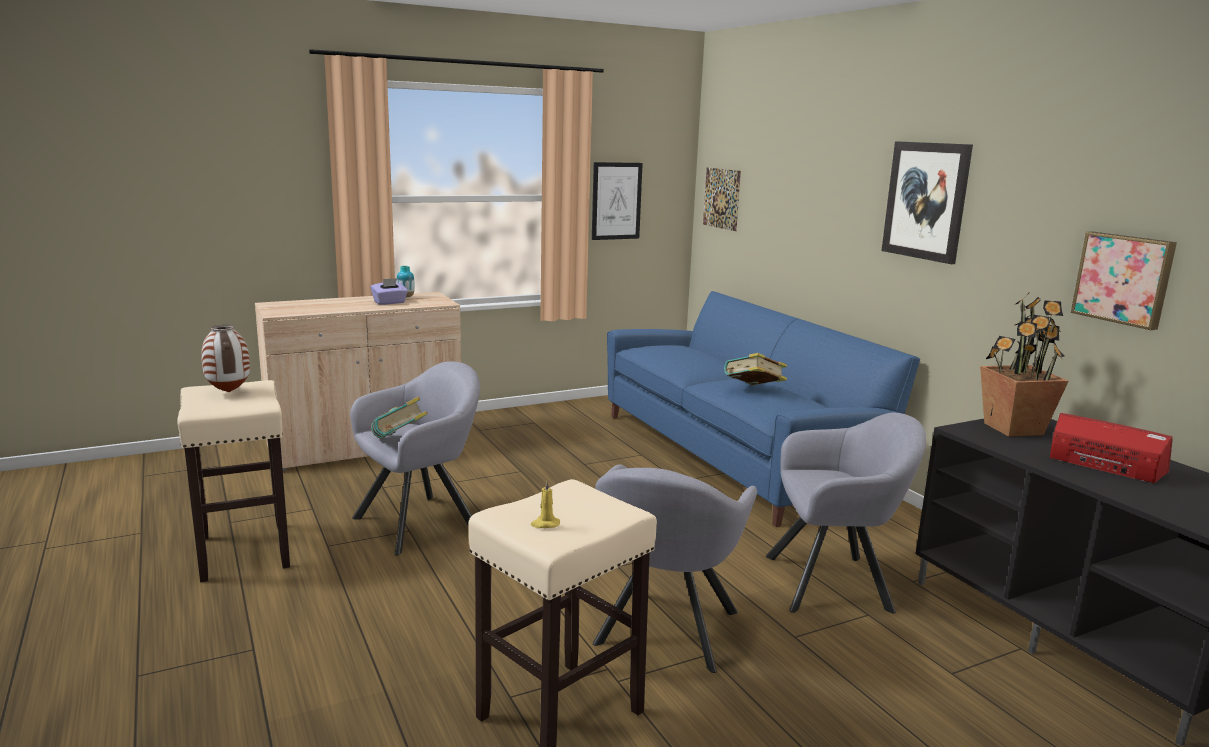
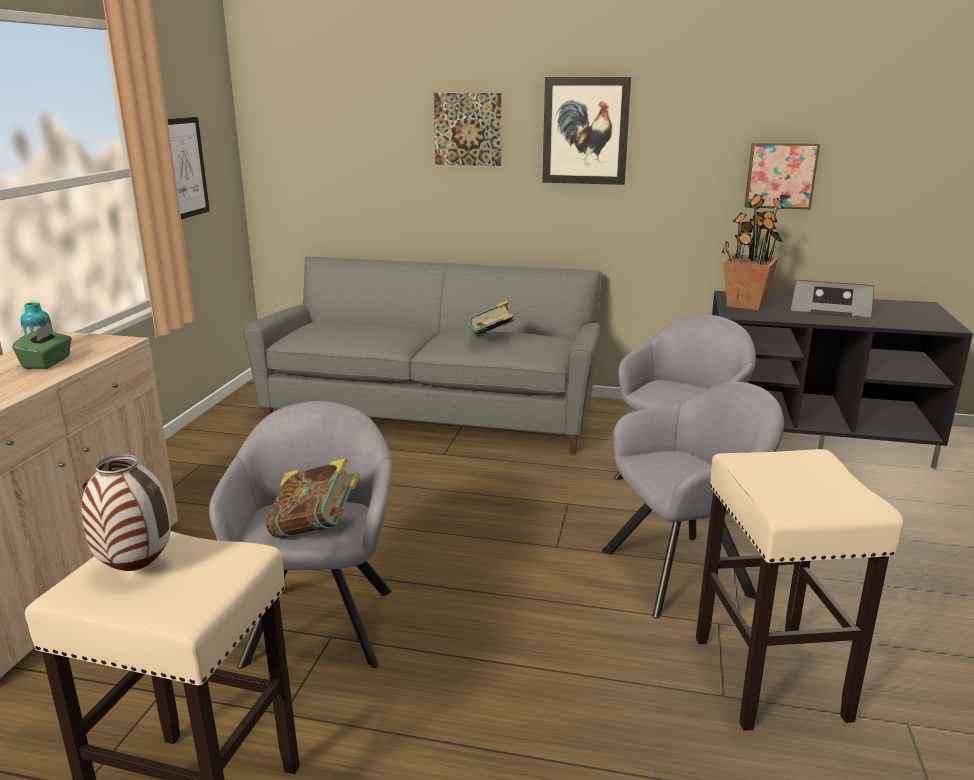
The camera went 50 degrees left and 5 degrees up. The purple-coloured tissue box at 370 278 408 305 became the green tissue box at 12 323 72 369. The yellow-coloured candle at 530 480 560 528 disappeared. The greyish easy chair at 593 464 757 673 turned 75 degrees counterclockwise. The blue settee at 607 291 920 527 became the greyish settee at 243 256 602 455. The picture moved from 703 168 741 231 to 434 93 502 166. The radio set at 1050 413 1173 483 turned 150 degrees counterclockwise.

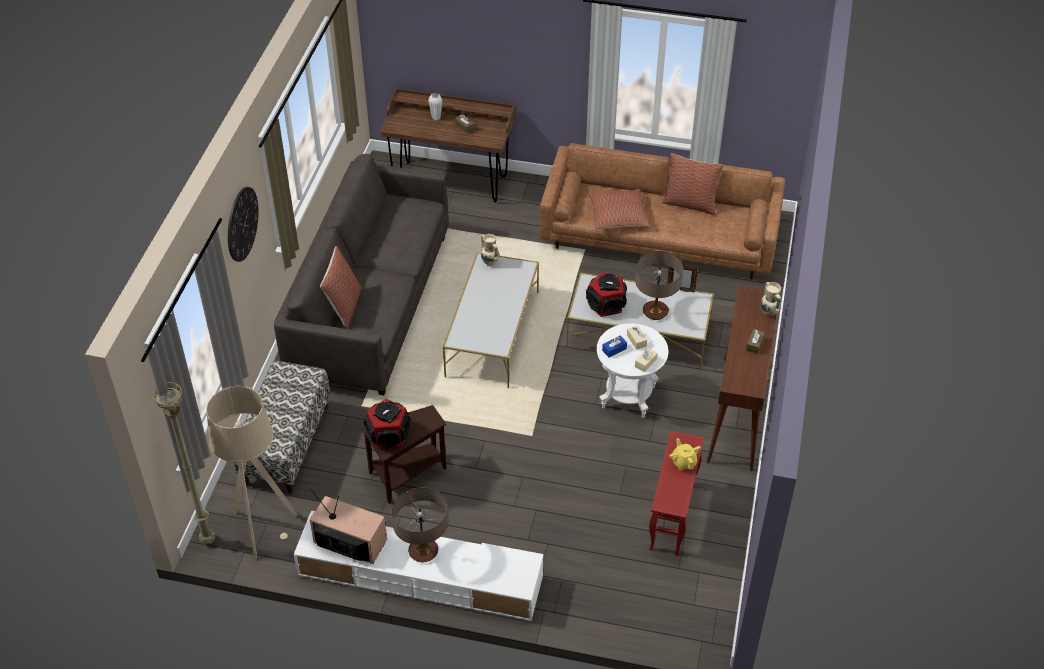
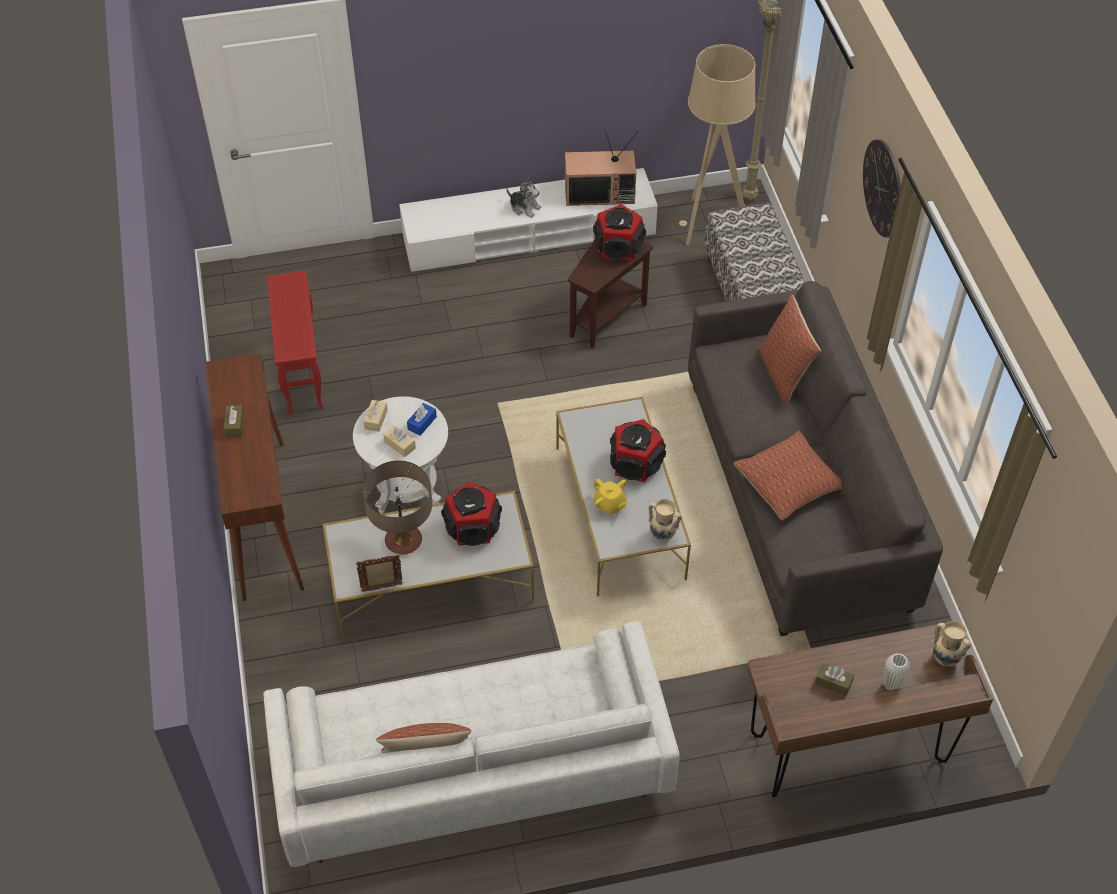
The camera went 155 degrees right and 5 degrees up. The lamp for a table at 392 488 449 562 was replaced by the cuddly toy at 507 177 541 218. The brown settee at 540 143 785 280 became the whitish settee at 263 621 680 867. The throw pillow moved from 588 189 649 230 to 733 431 842 521. The yellow-coloured pot for tea moved from 669 438 701 470 to 593 478 629 515. The sand-coloured flower vase moved from 760 282 781 316 to 932 621 971 666. The speaker at 610 419 666 482 appeared.

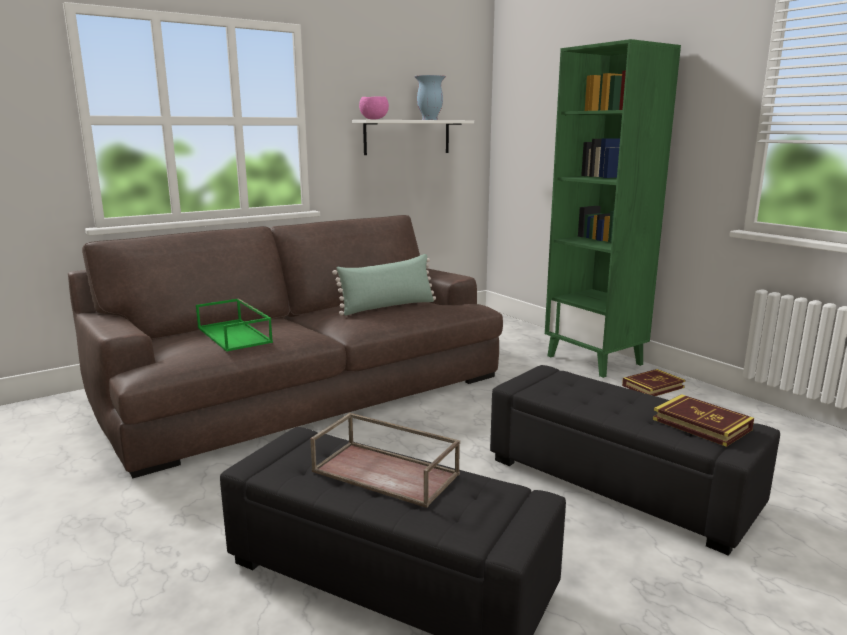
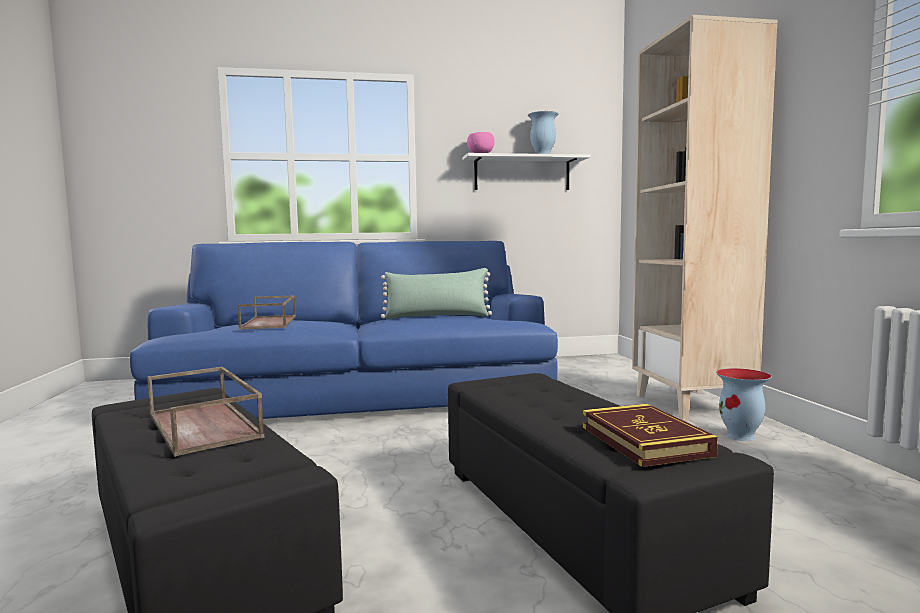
The camera went 25 degrees right and 10 degrees down. The brown settee at 68 215 503 479 became the blue settee at 130 241 558 419. The green tray at 196 298 273 352 became the brown tray at 237 295 296 330. The green bookcase at 545 39 681 378 became the sand-coloured bookcase at 632 15 777 421. The bound book at 622 369 685 396 was replaced by the flower vase at 716 368 772 441.

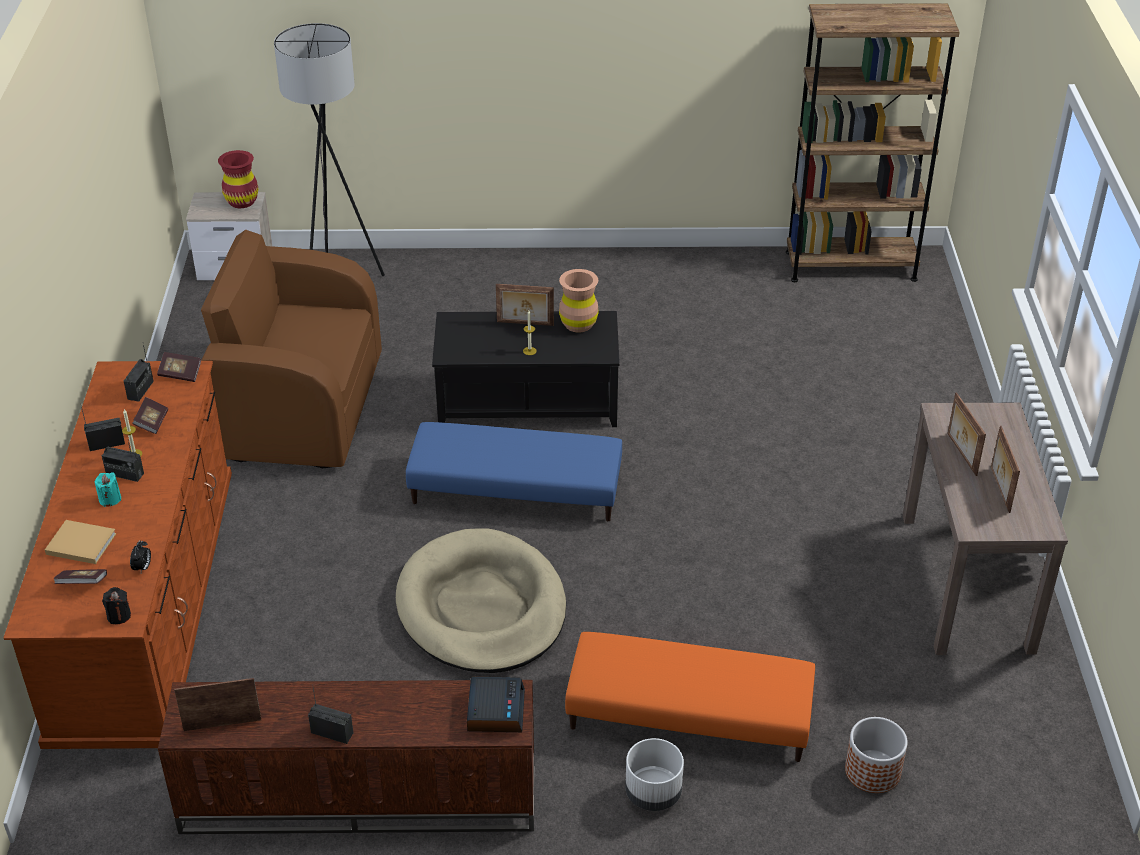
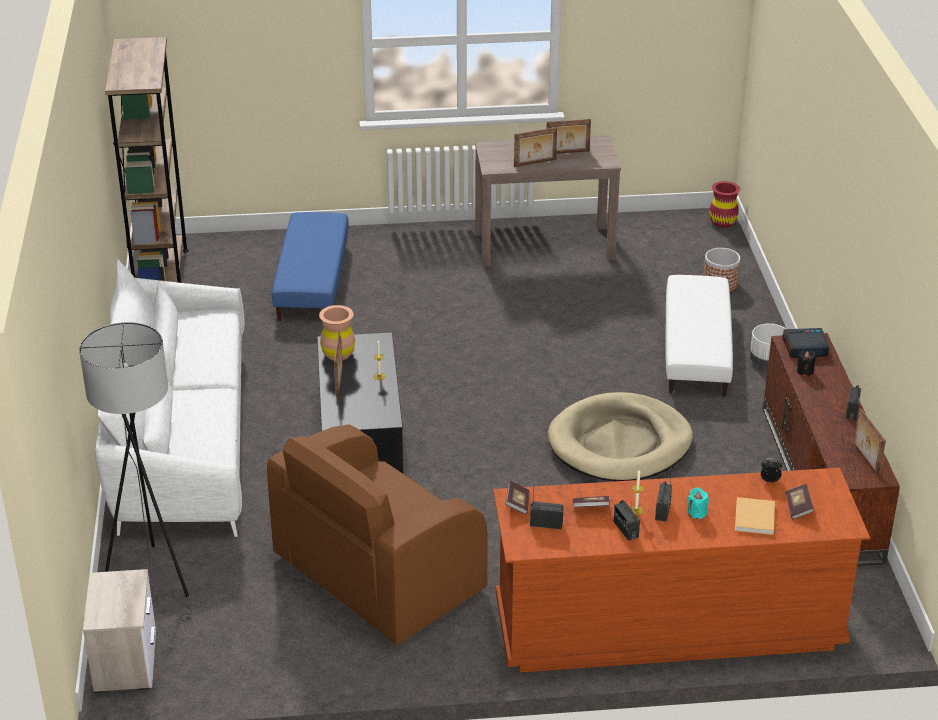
The camera went 95 degrees left and 5 degrees down. The black-coloured candle moved from 102 587 131 624 to 797 351 816 376. The brown easy chair at 201 230 382 468 turned 45 degrees clockwise. The red-coloured flower vase moved from 218 150 258 208 to 709 181 741 228. The blue ottoman moved from 406 422 622 521 to 272 212 349 321. The orangey ottoman at 565 632 815 762 became the whitish ottoman at 666 275 733 397. The whitish settee at 95 259 245 537 appeared.

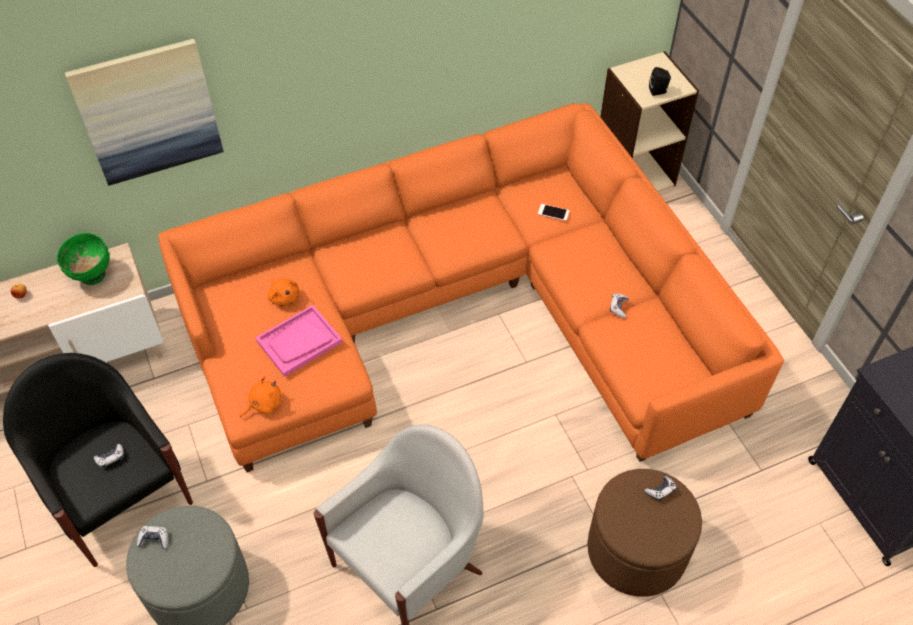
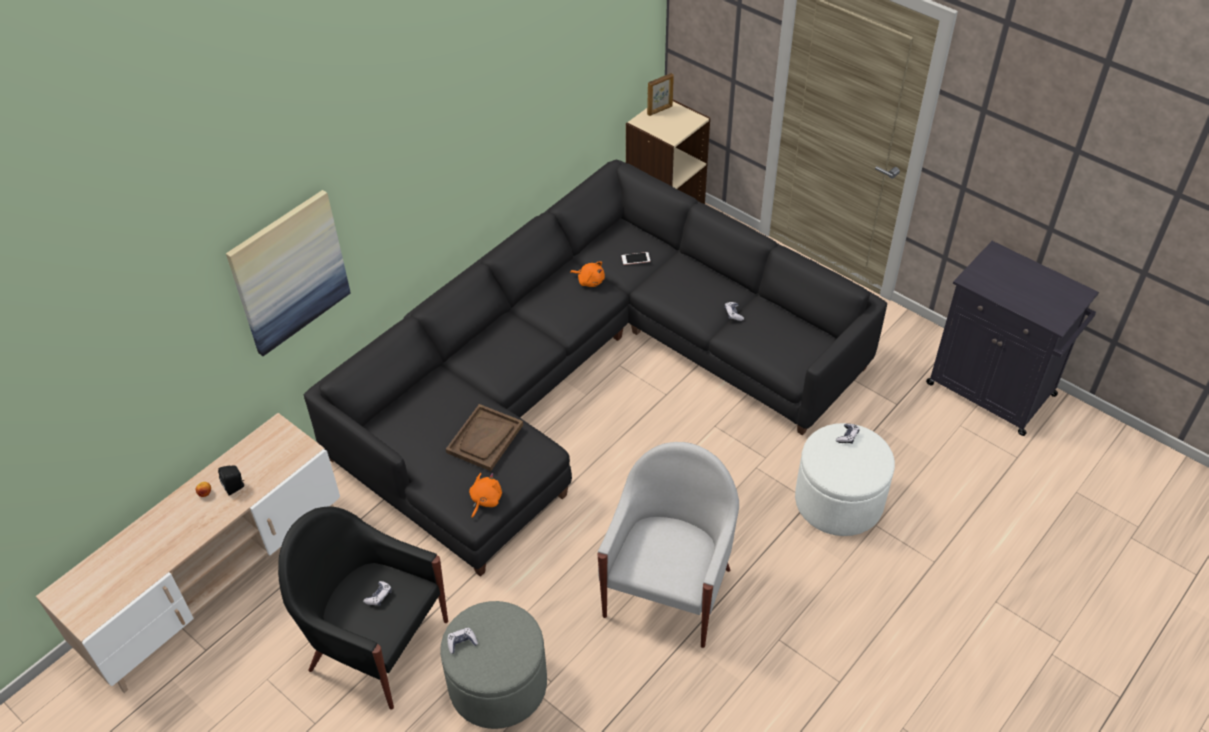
The camera went 25 degrees left and 5 degrees down. The green serving bowl at 57 233 110 285 disappeared. The orangey settee at 158 103 784 472 became the black-coloured settee at 304 160 887 577. The pink-coloured tray at 255 305 343 377 became the brown tray at 446 404 523 471. The orangey cuddly toy moved from 268 278 300 307 to 570 262 605 287. The brown ottoman at 587 469 702 597 became the whitish ottoman at 795 423 895 536. The black-coloured speaker moved from 649 67 671 96 to 218 466 244 495. The standing frame at 647 73 674 116 appeared.

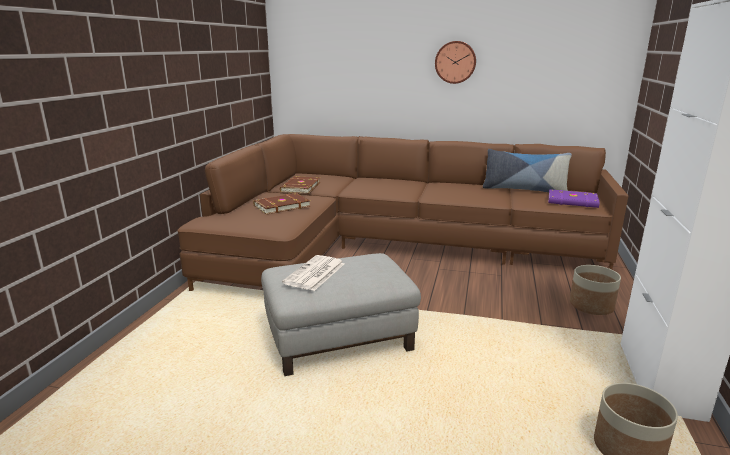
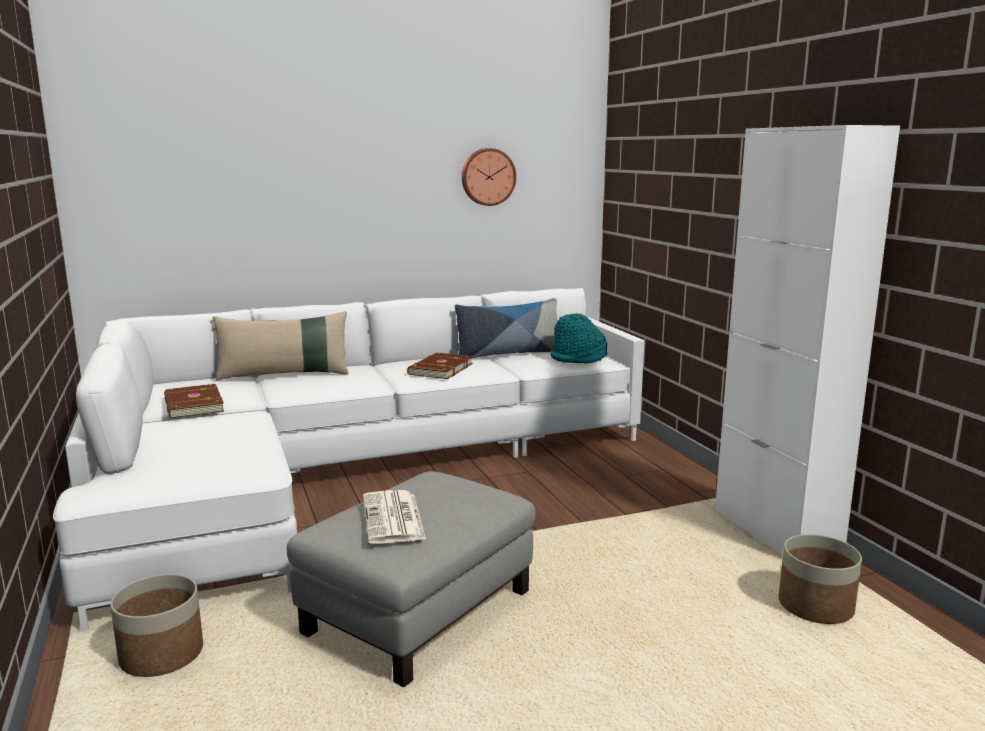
The camera went 35 degrees left and 5 degrees down. The brown settee at 177 134 628 291 became the whitish settee at 53 288 644 632. The brown bound book moved from 253 193 311 215 to 407 353 473 379. The clock on the wall moved from 435 41 476 84 to 462 148 516 206. The purple-coloured bound book at 548 189 600 208 was replaced by the turquoise wearable hat at 550 314 607 363. The planter moved from 570 265 621 315 to 110 574 203 677. The sand-coloured throw pillow at 213 311 349 381 appeared.

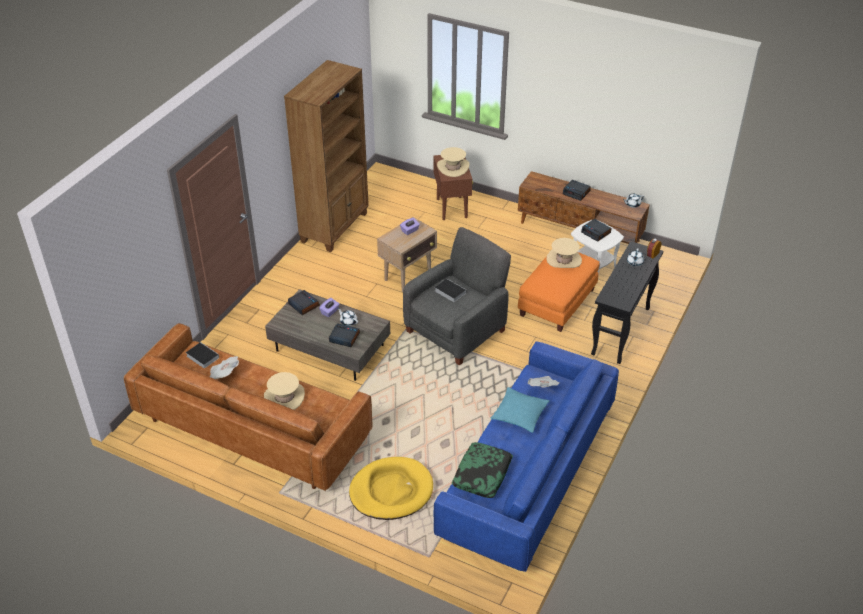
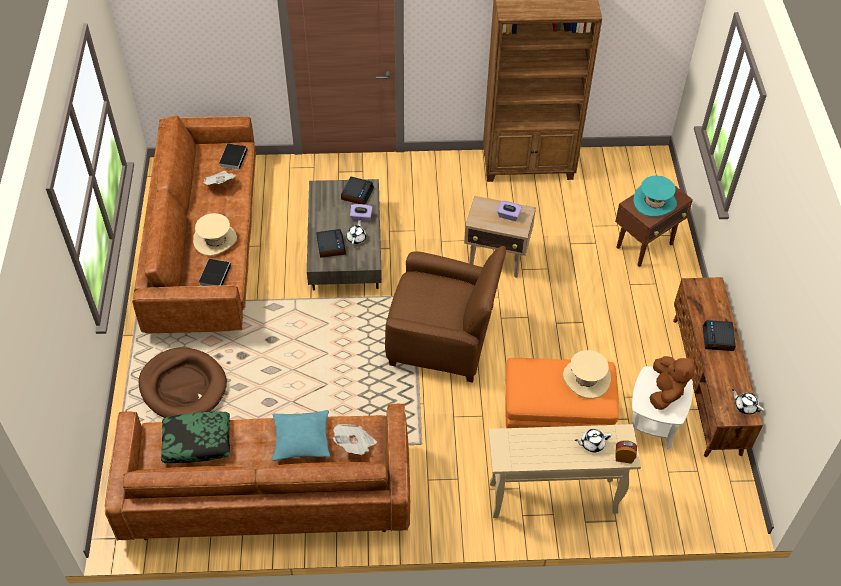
The camera went 60 degrees right and 10 degrees up. The yellow-coloured dog cushion at 349 457 433 520 became the brown dog cushion at 139 347 227 418. The greyish easy chair at 403 227 511 366 became the brown easy chair at 385 246 506 383. The blue settee at 434 342 619 572 became the brown settee at 105 404 410 541. The bound book moved from 435 279 466 302 to 199 259 231 286. The sand-coloured wearable hat at 437 147 469 177 became the turquoise wearable hat at 633 175 677 217. The table clock at 581 219 612 242 was replaced by the brown cuddly toy at 650 355 695 410. The black-coloured hall table at 591 241 663 364 became the sand-coloured hall table at 488 424 641 518.

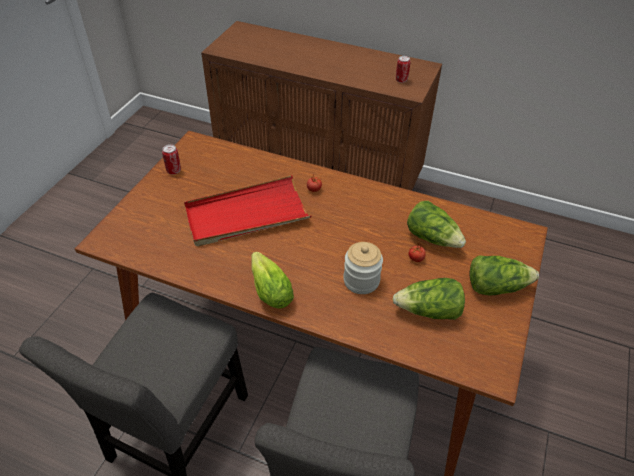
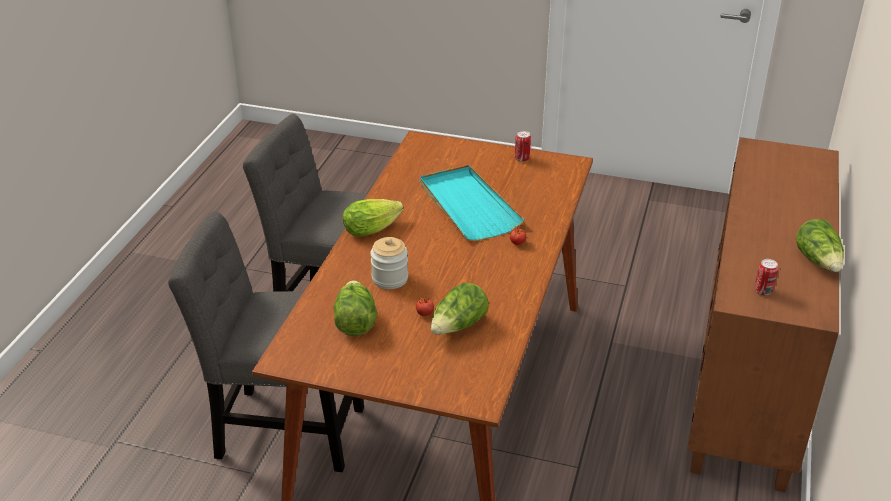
The camera went 85 degrees right and 10 degrees down. The red-coloured tray at 184 175 311 246 became the turquoise tray at 420 165 525 241. The lettuce moved from 470 256 539 296 to 796 219 844 272.

